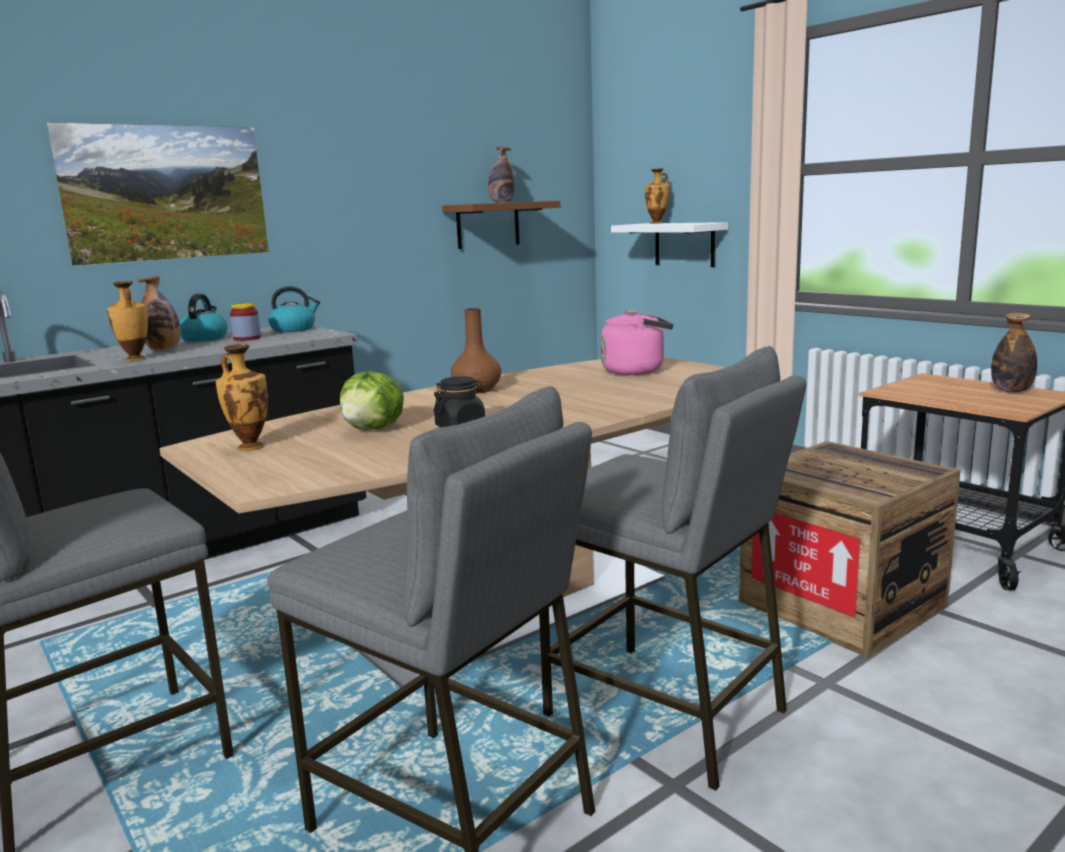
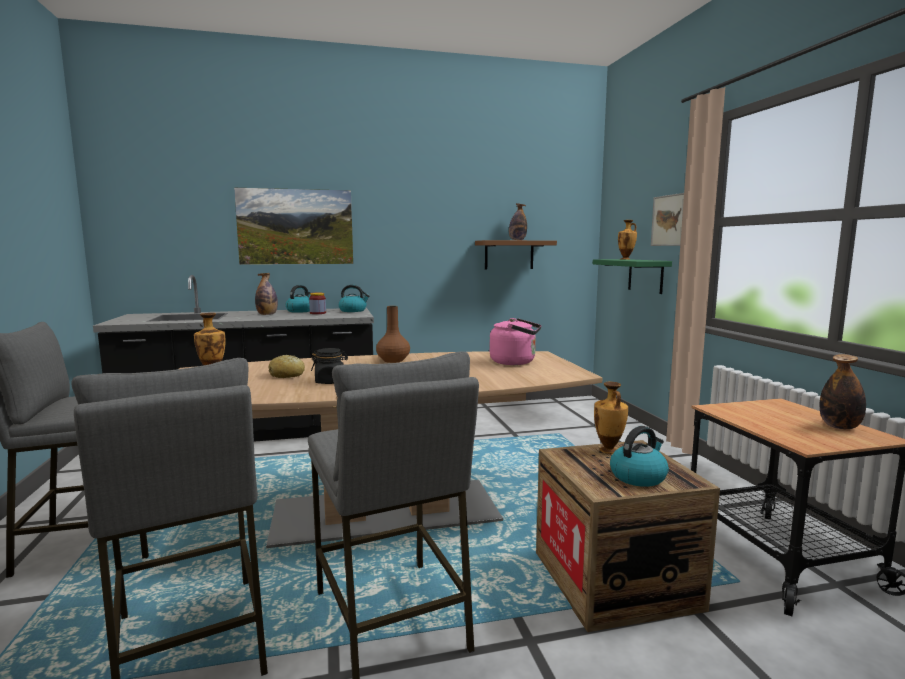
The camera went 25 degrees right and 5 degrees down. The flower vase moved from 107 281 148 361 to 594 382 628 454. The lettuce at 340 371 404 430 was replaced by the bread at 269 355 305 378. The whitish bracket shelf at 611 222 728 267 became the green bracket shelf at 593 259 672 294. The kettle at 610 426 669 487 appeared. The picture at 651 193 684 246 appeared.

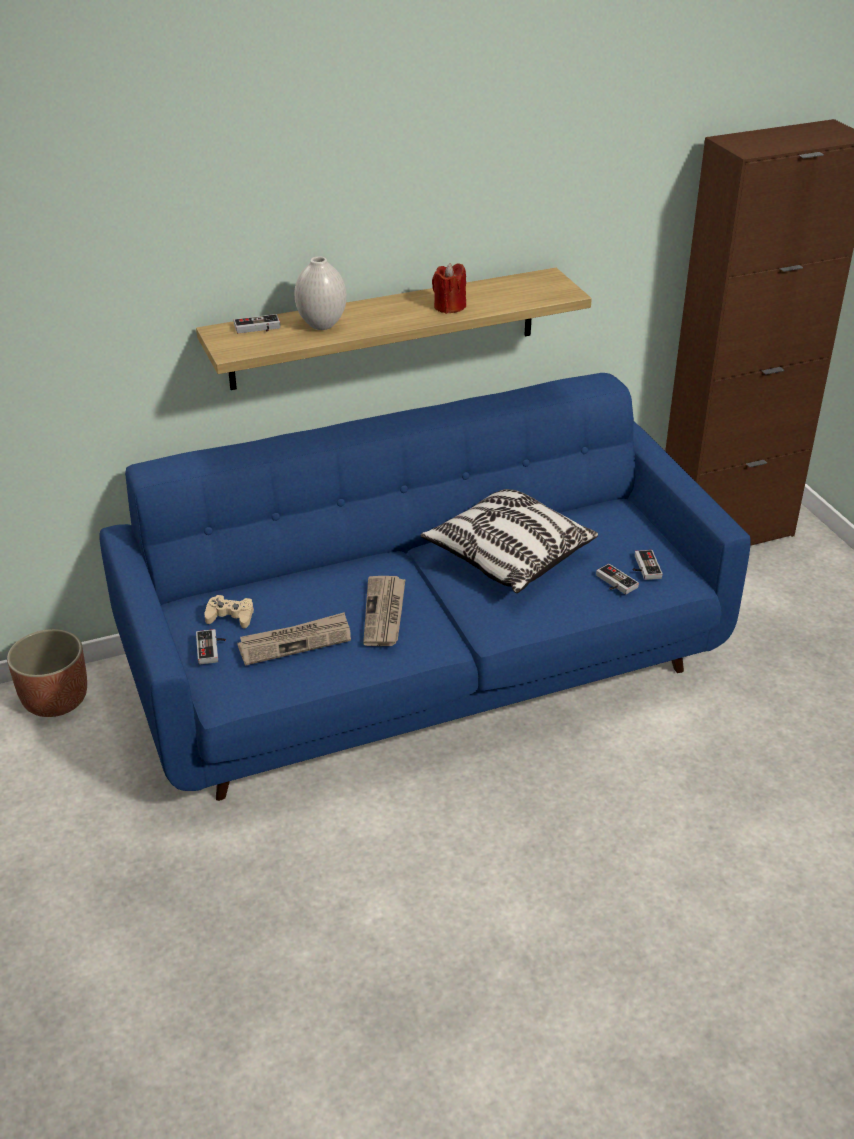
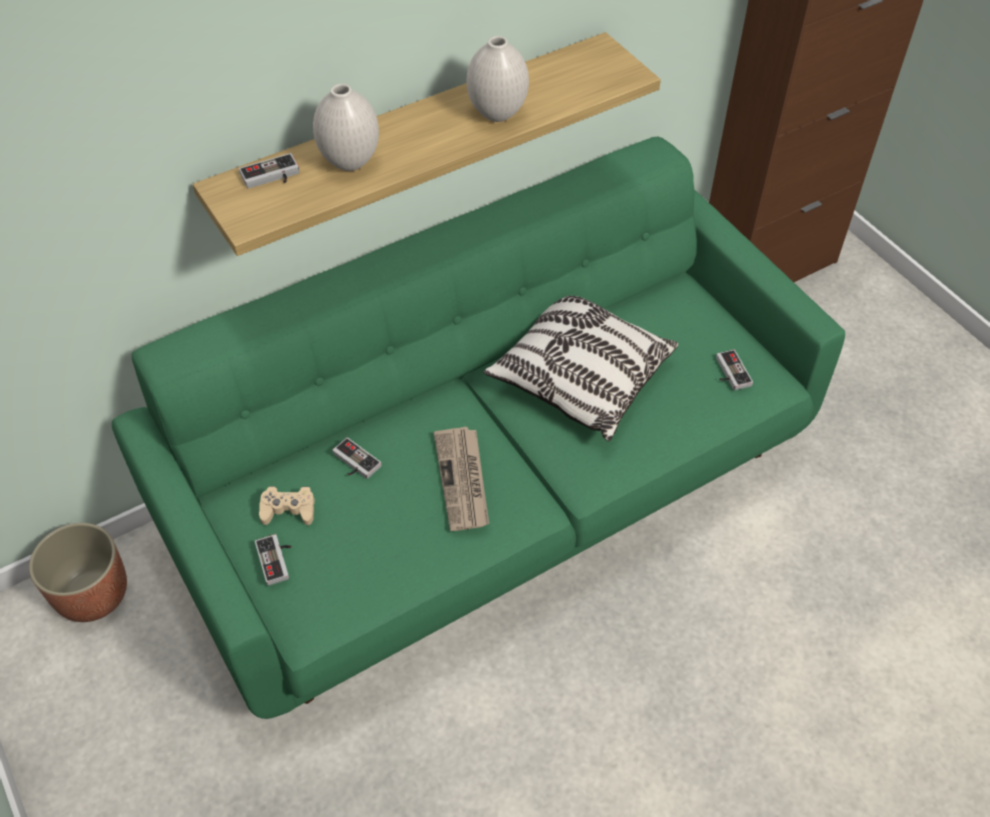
The camera went 10 degrees left and 15 degrees up. The blue settee at 99 373 751 801 became the green settee at 112 137 845 719. The printed paper at 237 612 351 665 disappeared. The red-coloured candle at 432 263 466 314 was replaced by the whitish flower vase at 467 36 529 122. The joypad moved from 596 564 639 594 to 333 437 382 479.

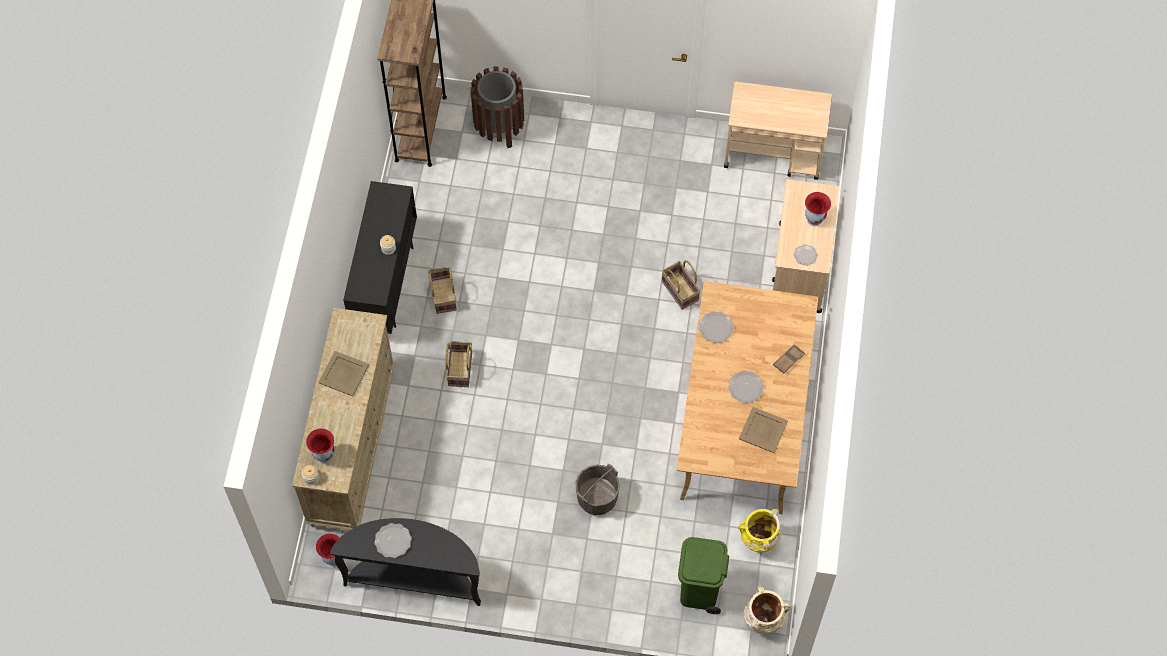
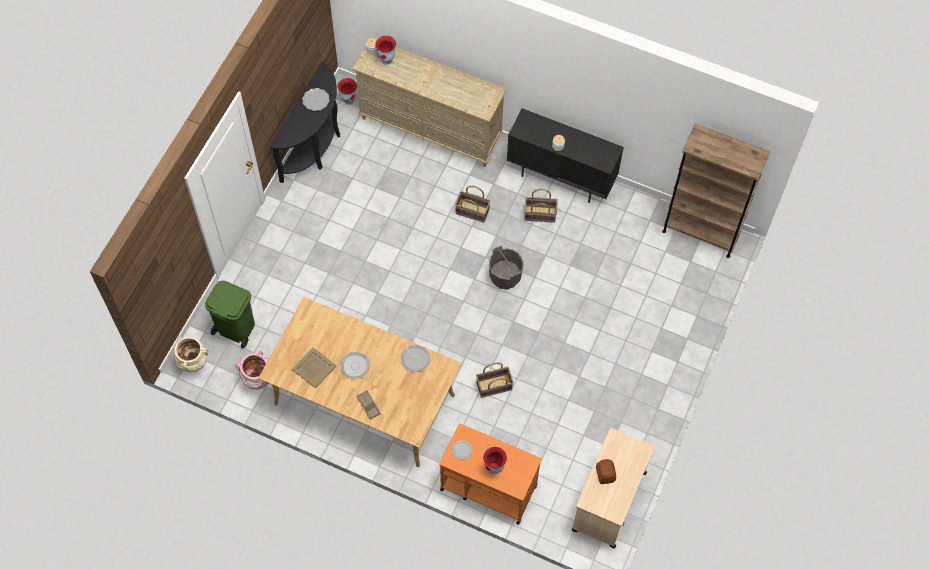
The camera went 105 degrees right and 0 degrees up. The sand-coloured tray at 318 351 369 396 disappeared. The brown waste bin at 470 66 524 148 disappeared. The greyish water bucket moved from 575 464 620 515 to 489 245 524 289. The yellow-coloured flower vase at 738 509 782 553 became the pink-coloured flower vase at 235 351 268 390. The sand-coloured wheeled cart at 772 179 839 313 became the orangey wheeled cart at 439 423 542 525. The bread at 596 459 616 484 appeared.

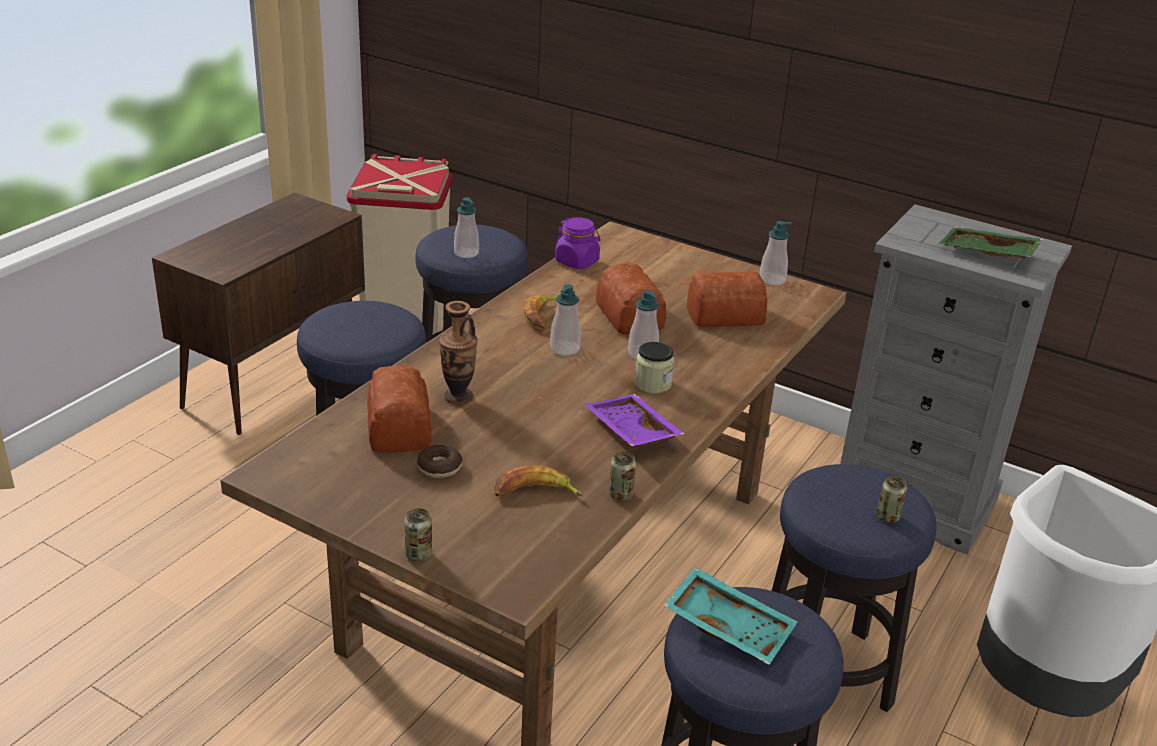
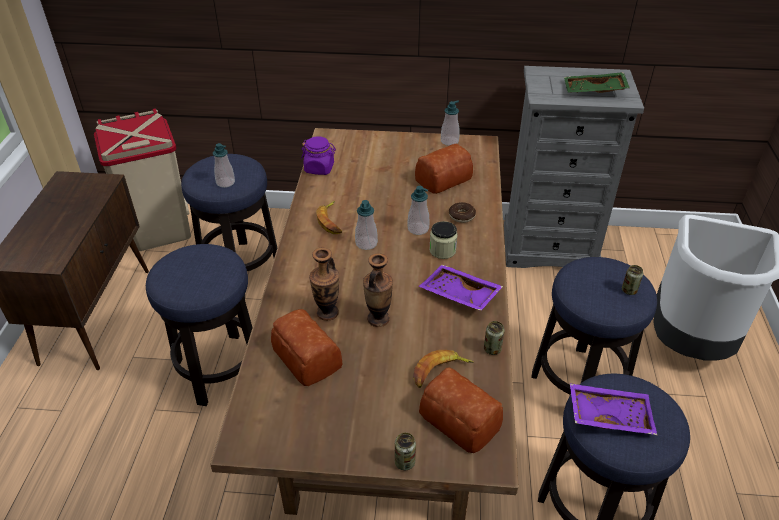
The camera went 25 degrees left and 10 degrees up. The donut moved from 417 445 462 478 to 449 202 476 223. The bread moved from 596 263 666 335 to 419 368 503 453. The turquoise tray at 663 567 797 665 became the purple-coloured tray at 570 383 657 435. The flower vase at 363 253 393 327 appeared.

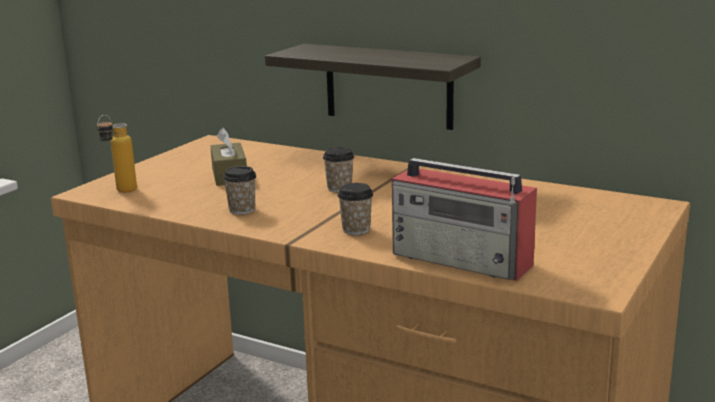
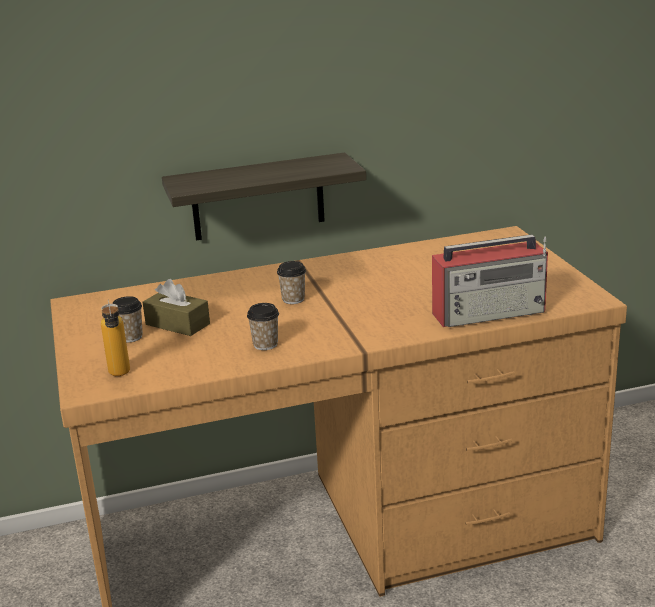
The camera went 45 degrees left and 5 degrees up. The small cup moved from 337 183 373 235 to 113 296 143 342.

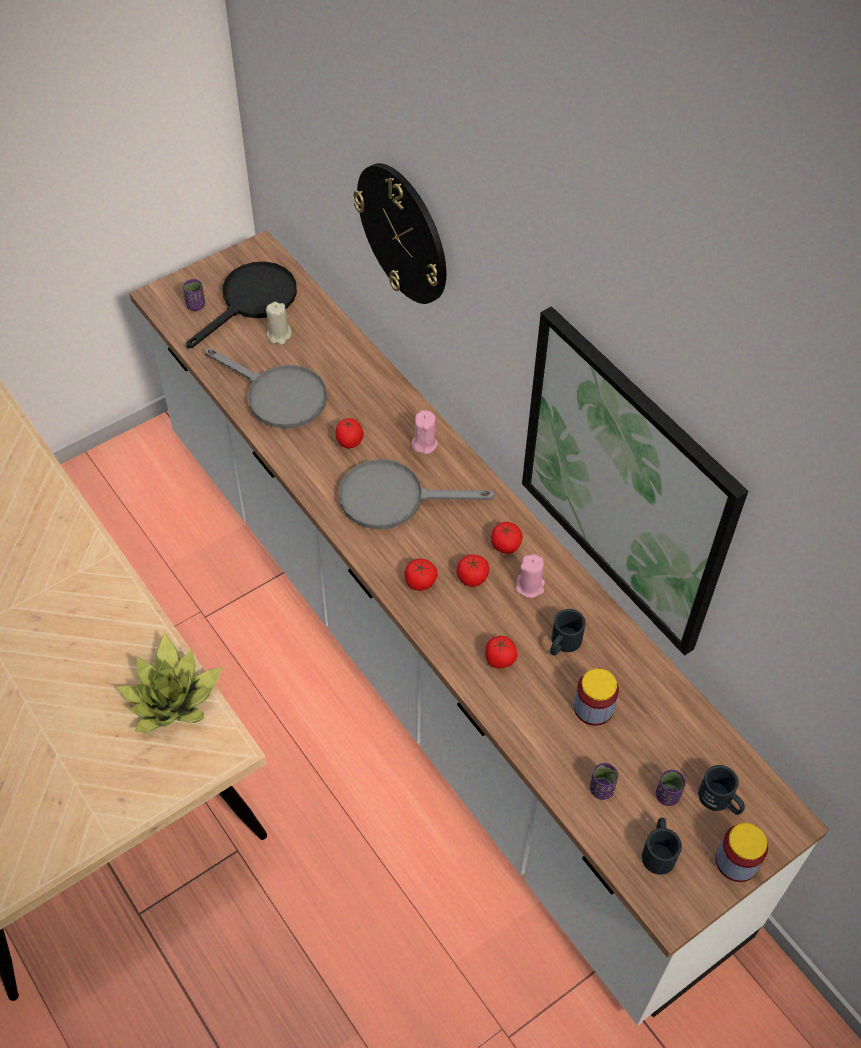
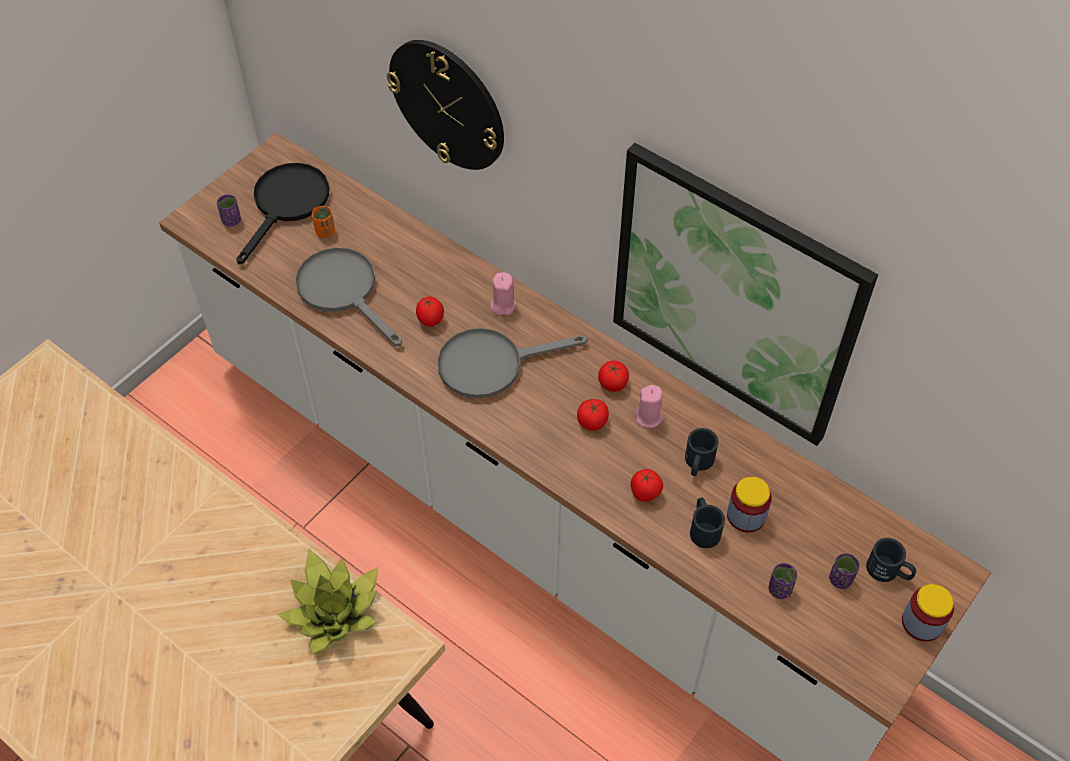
The camera went 15 degrees left and 0 degrees up. The greyish pan at 205 348 327 429 turned 150 degrees counterclockwise. The sand-coloured candle at 266 302 292 345 was replaced by the orangey small cup at 312 206 335 238. The tomato at 404 559 438 591 disappeared. The black-coloured mug moved from 642 818 682 875 to 690 498 725 548.

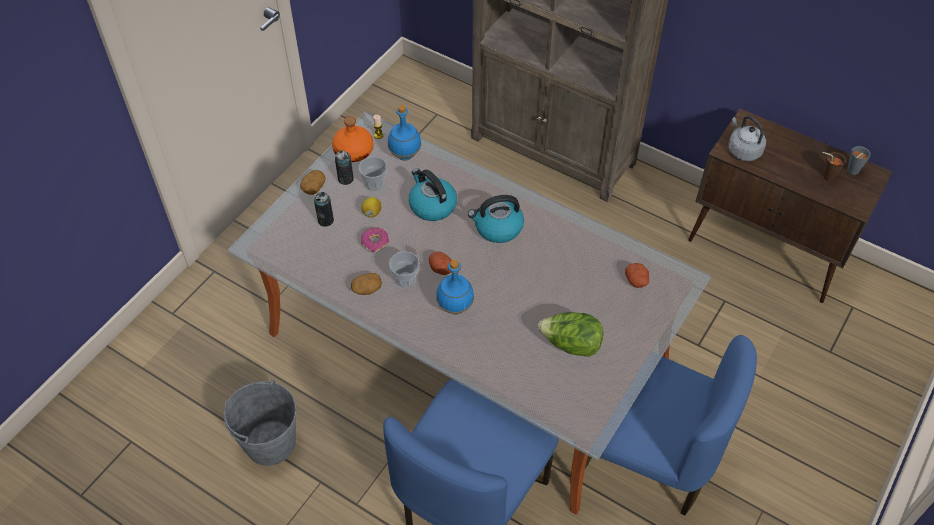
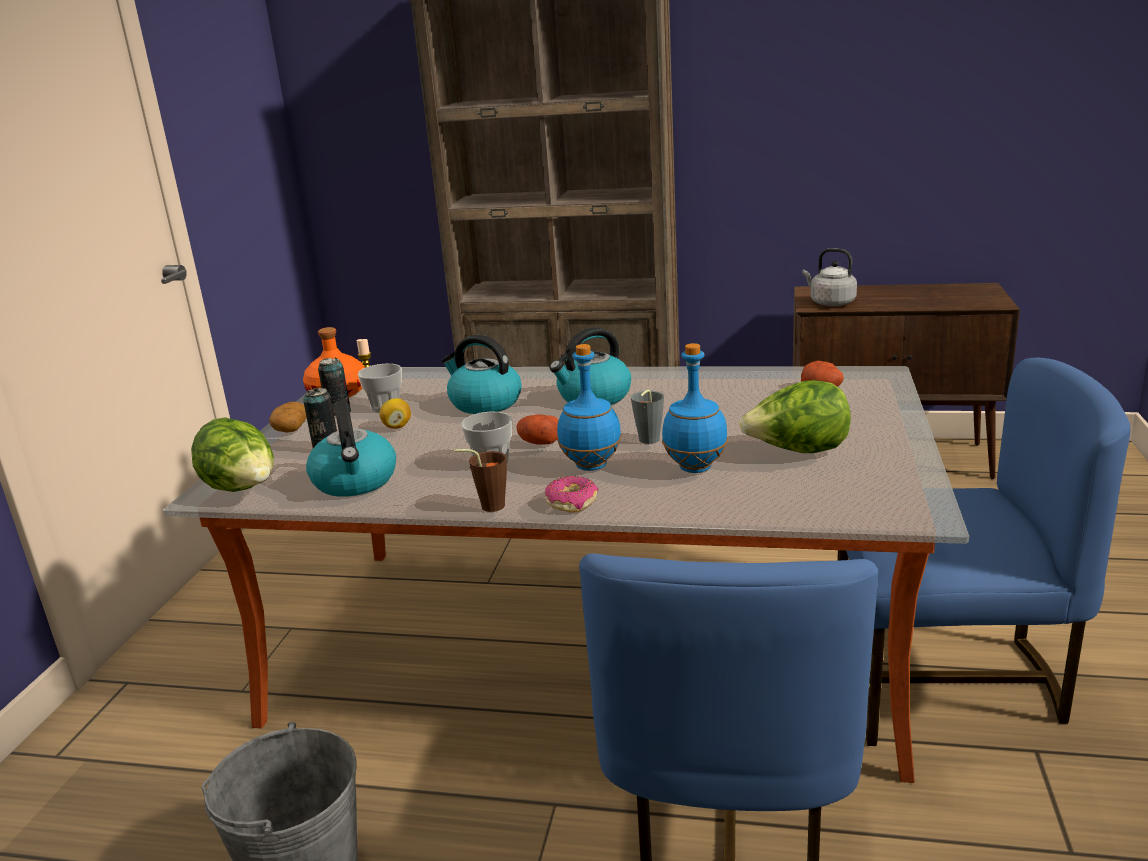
The camera went 20 degrees left and 30 degrees down. The potato at 351 273 382 295 disappeared. The donut moved from 361 227 389 252 to 545 476 598 513. The blue bottle moved from 388 105 421 160 to 662 343 728 473. The brown small cup moved from 822 152 846 181 to 454 449 507 512. The greyish small cup moved from 847 146 871 175 to 631 390 664 444. The lettuce at 191 417 274 492 appeared. The kettle at 306 401 396 497 appeared.

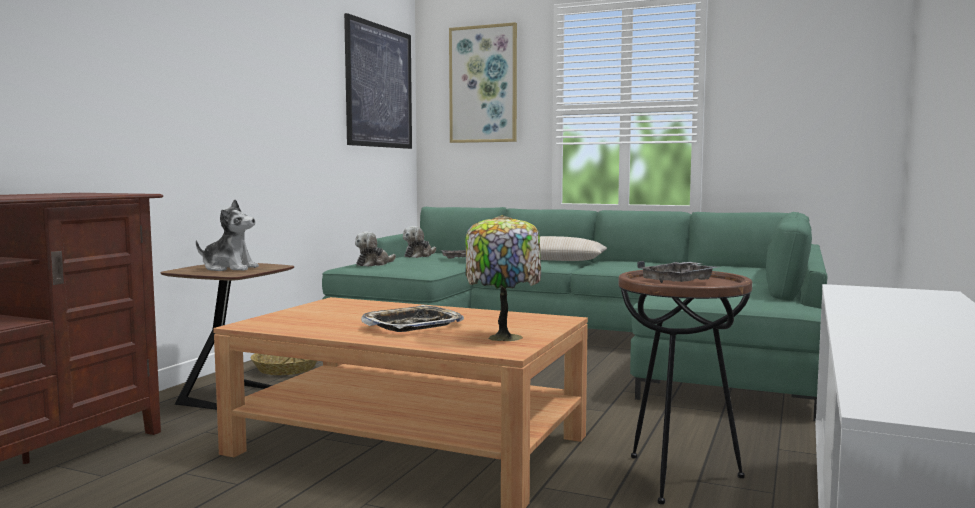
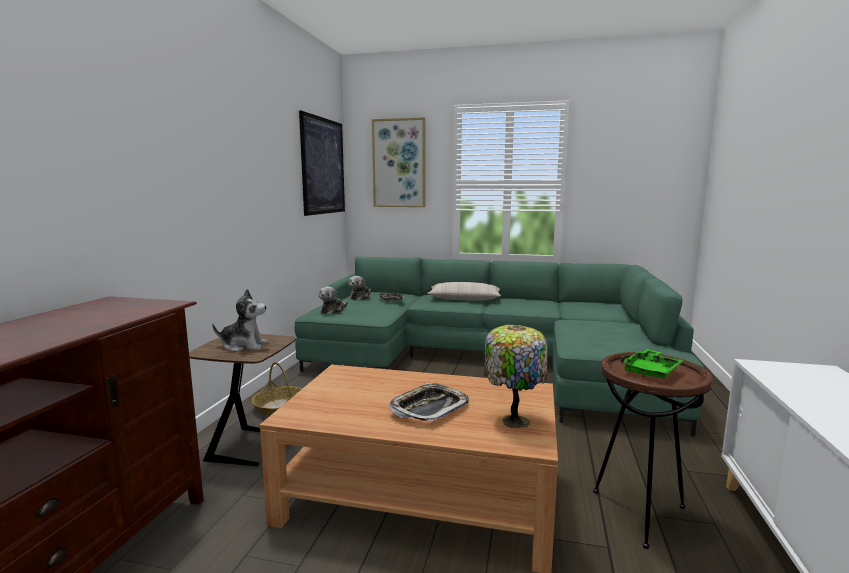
The camera went 10 degrees left and 5 degrees up. The greyish tray at 637 261 717 283 became the green tray at 621 349 684 378.

